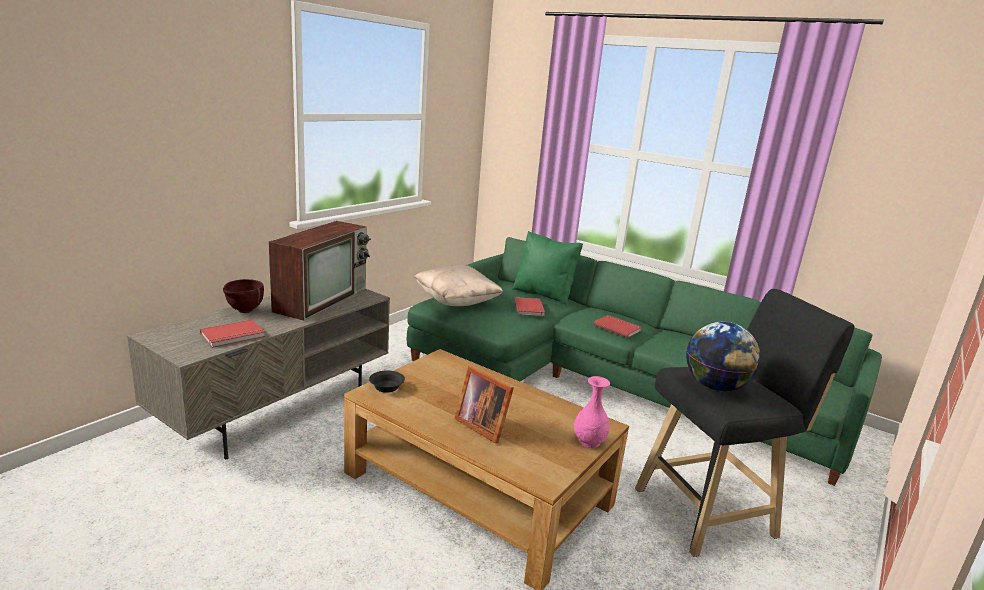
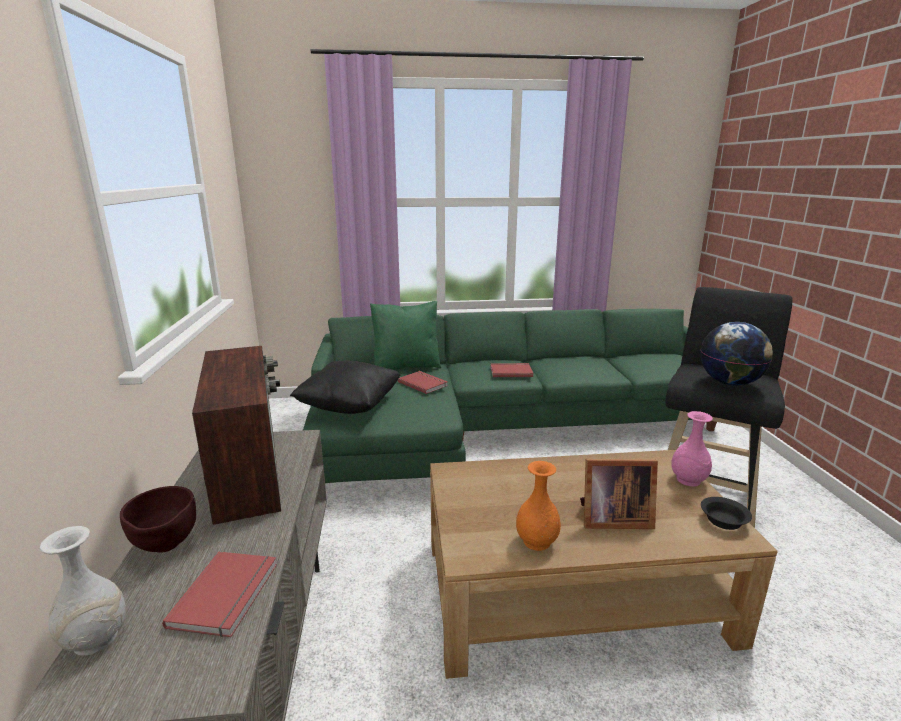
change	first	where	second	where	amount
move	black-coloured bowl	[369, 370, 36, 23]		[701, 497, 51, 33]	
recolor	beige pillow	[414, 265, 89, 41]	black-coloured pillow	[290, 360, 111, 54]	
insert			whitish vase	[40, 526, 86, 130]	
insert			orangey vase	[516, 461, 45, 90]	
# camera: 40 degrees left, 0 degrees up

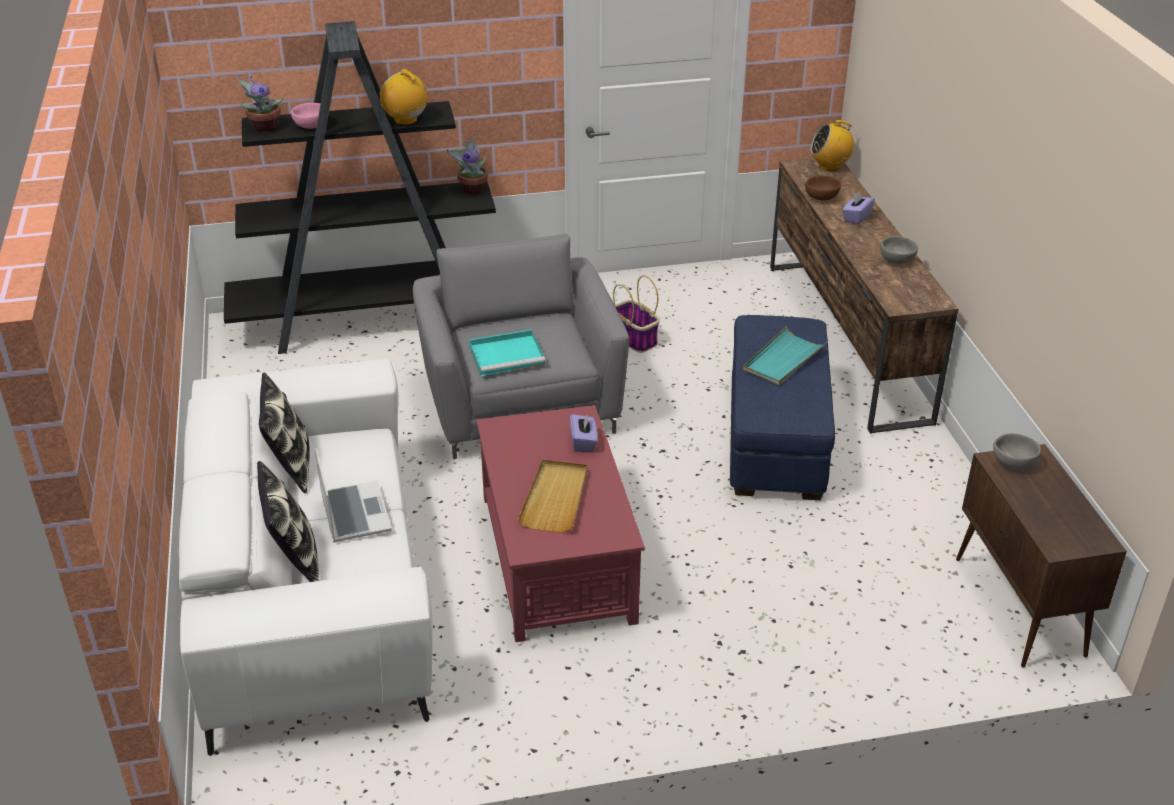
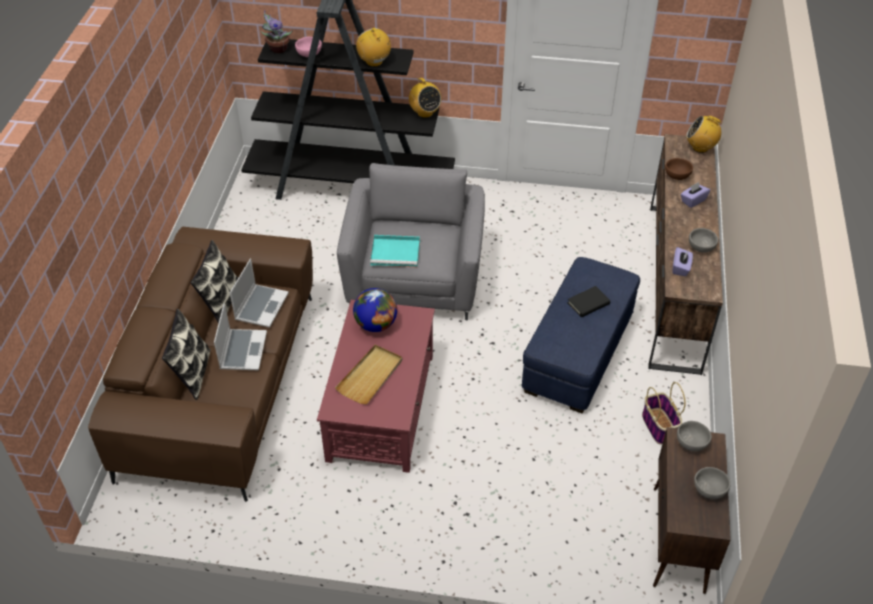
change	first	where	second	where	amount
recolor	whitish couch	[179, 359, 254, 397]	brown couch	[88, 227, 225, 275]	
replace	plant in a pot	[447, 137, 41, 57]	radio set	[409, 78, 32, 40]	
move	purple-coloured box of tissues	[570, 413, 28, 39]		[673, 247, 20, 29]	
move	household basket	[613, 275, 47, 78]		[642, 382, 44, 63]	
replace	turquoise serving tray	[743, 326, 84, 59]	black-coloured book	[567, 286, 43, 31]	
insert			portable computer	[230, 258, 59, 70]	
insert			desk globe	[353, 288, 44, 44]	
insert			gray bowl	[694, 467, 37, 32]	
# camera: 20 degrees right, 10 degrees up

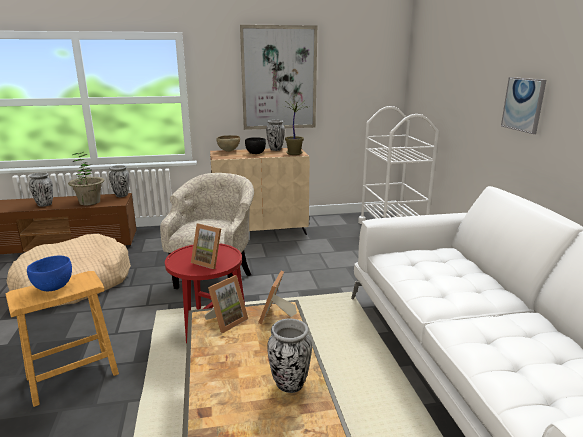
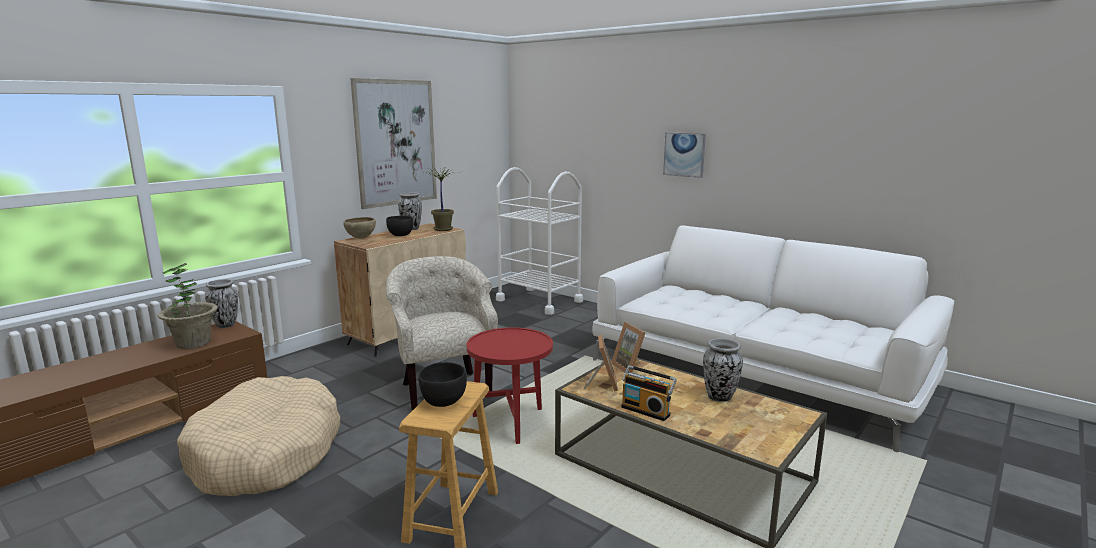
change	first	where	second	where	amount
recolor	blue bowl	[27, 255, 45, 36]	black-coloured bowl	[419, 362, 48, 45]	
delete	vase	[29, 172, 24, 35]			
delete	photo frame	[191, 224, 30, 45]			
insert			radio set	[621, 365, 56, 56]	
# camera: 40 degrees left, 5 degrees down

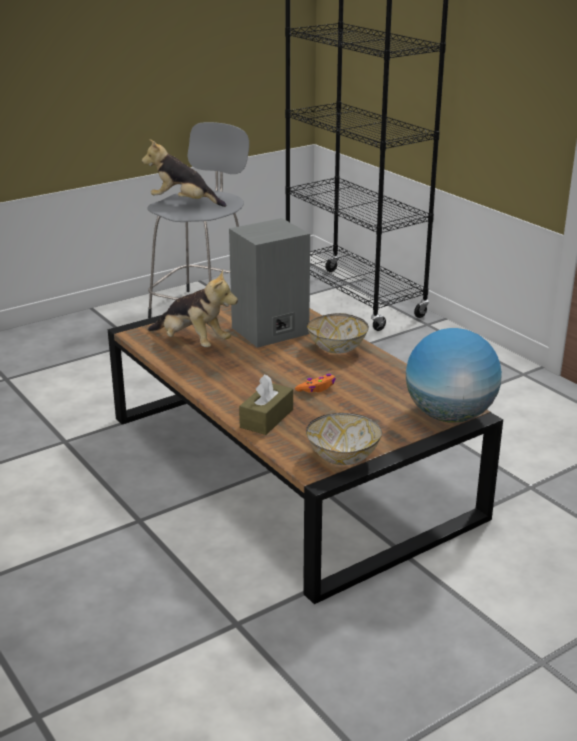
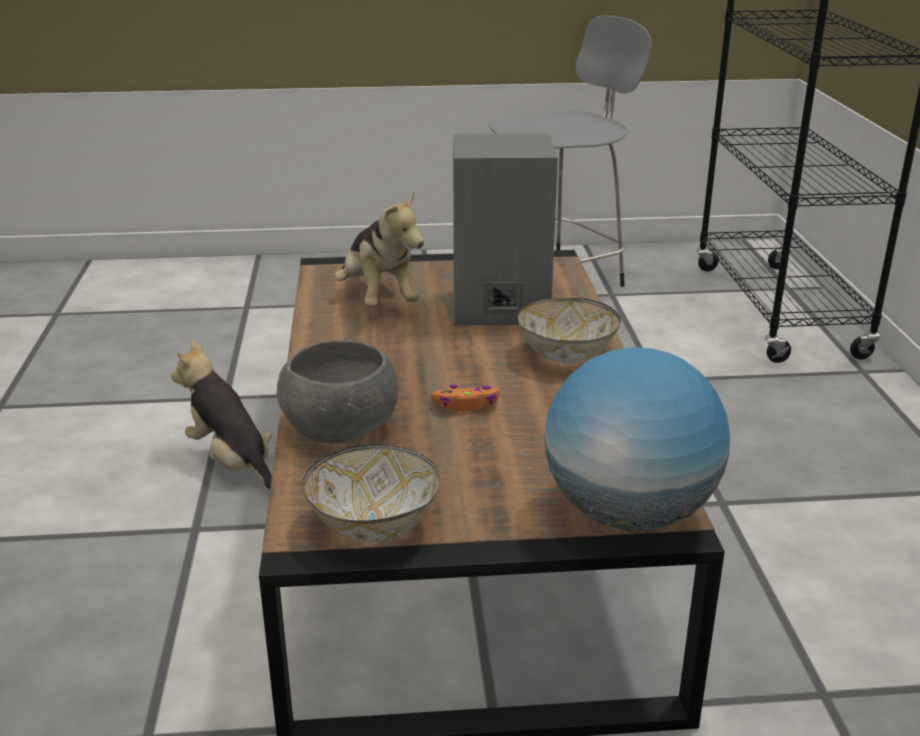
change	first	where	second	where	amount
move	cuddly toy	[142, 139, 84, 68]		[171, 340, 101, 149]	
replace	brown box of tissues	[239, 375, 54, 60]	gray bowl	[277, 340, 121, 104]	
# camera: 30 degrees right, 0 degrees up

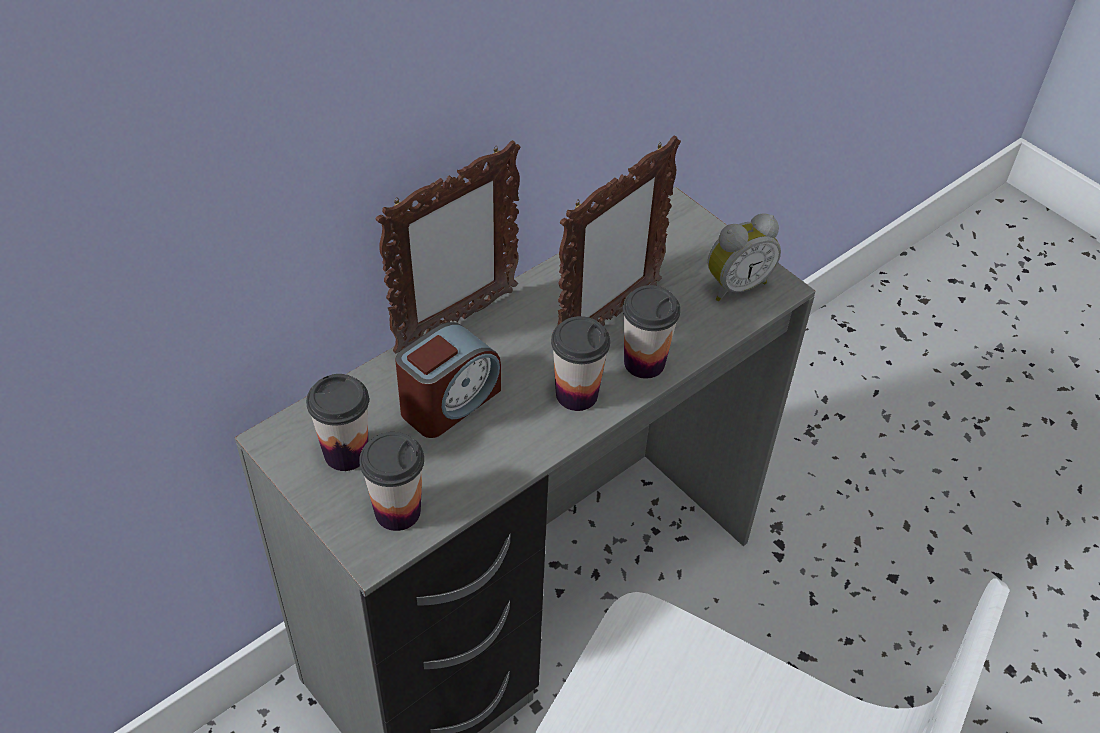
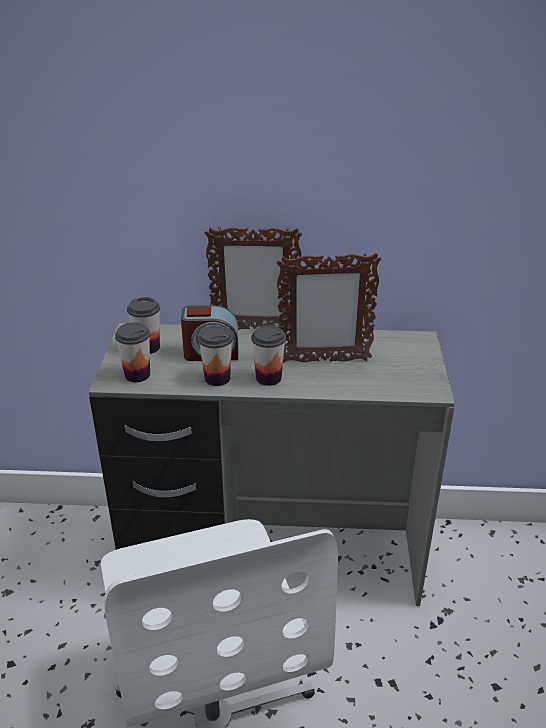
change	first	where	second	where	amount
move	small cup	[623, 285, 57, 94]		[198, 326, 35, 60]	
delete	table clock	[708, 213, 73, 88]			
# camera: 45 degrees right, 15 degrees down

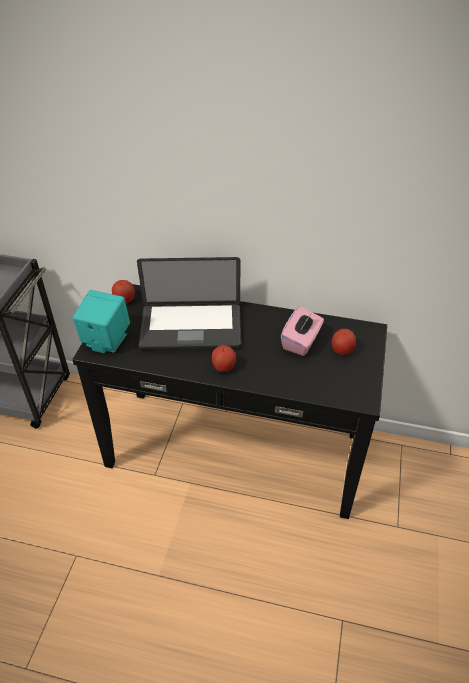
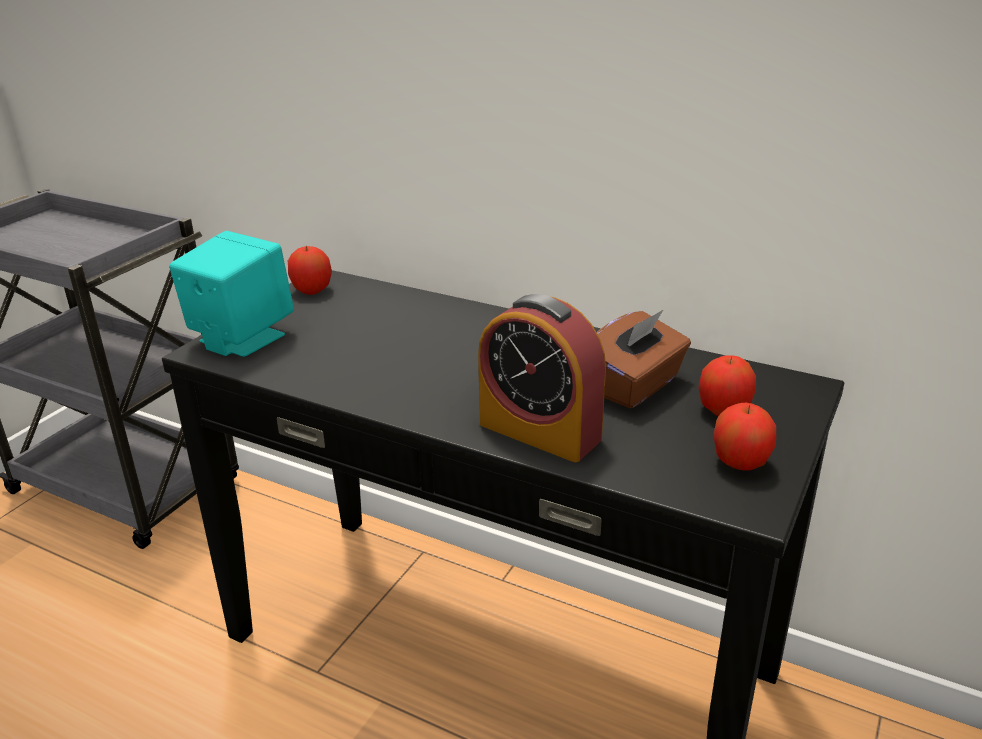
change	first	where	second	where	amount
delete	portable computer	[137, 257, 105, 93]			
move	apple	[212, 345, 24, 27]		[714, 403, 62, 68]	
recolor	pinkish box of tissues	[281, 306, 43, 50]	brown box of tissues	[597, 309, 94, 99]	
insert			table clock	[478, 294, 128, 168]	
# camera: 15 degrees right, 15 degrees down

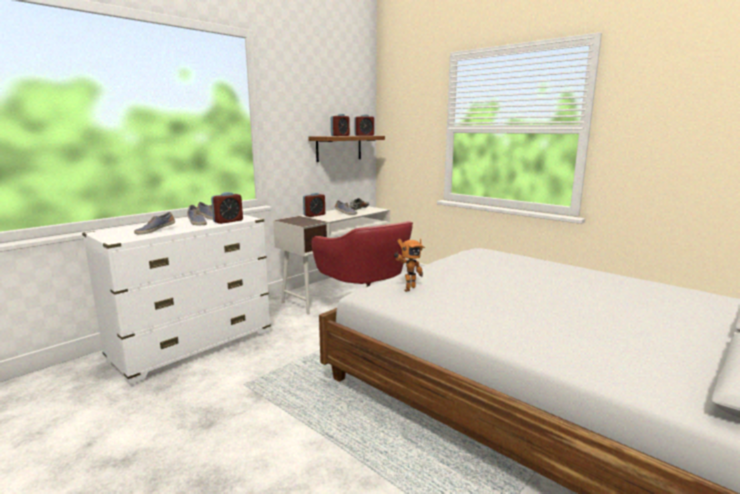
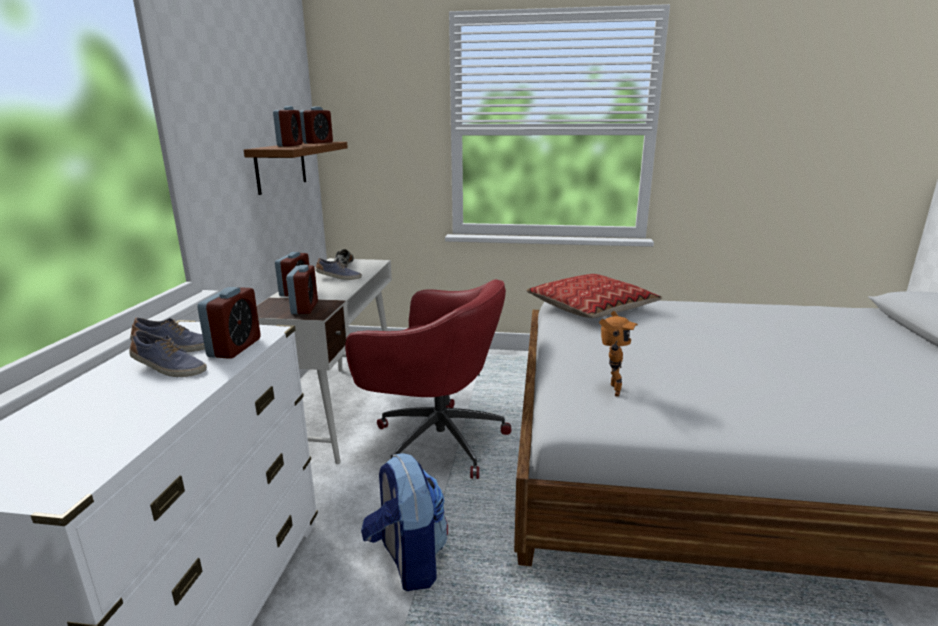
change	first	where	second	where	amount
delete	low shoe	[134, 212, 41, 23]			
insert			table clock	[286, 265, 32, 49]	
insert			rucksack	[361, 453, 87, 138]	
insert			pillow	[526, 274, 136, 44]	
# camera: 35 degrees left, 5 degrees up

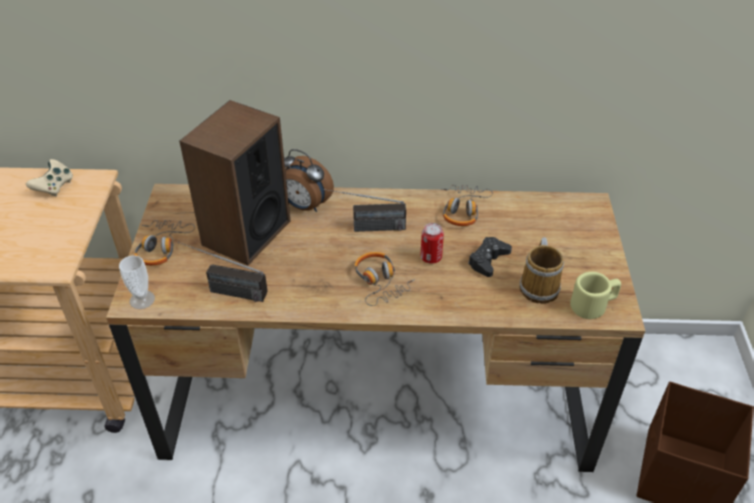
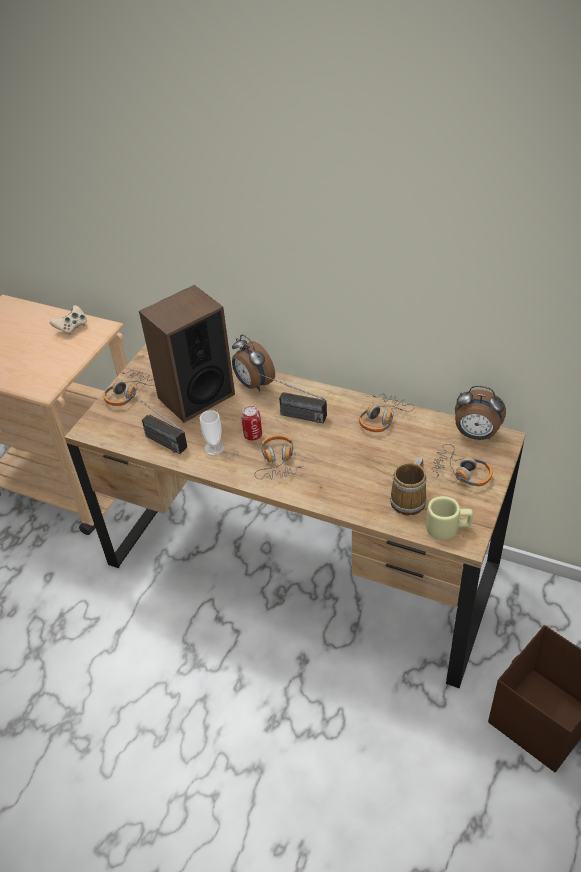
change	first	where	second	where	amount
move	small cup	[119, 255, 36, 54]		[200, 410, 25, 45]	
move	metal can	[420, 223, 24, 41]		[241, 406, 21, 35]	
delete	black-coloured game controller	[468, 237, 44, 40]			
insert			headset	[431, 444, 61, 43]	
insert			table clock	[455, 386, 51, 54]	
# camera: 25 degrees right, 0 degrees up

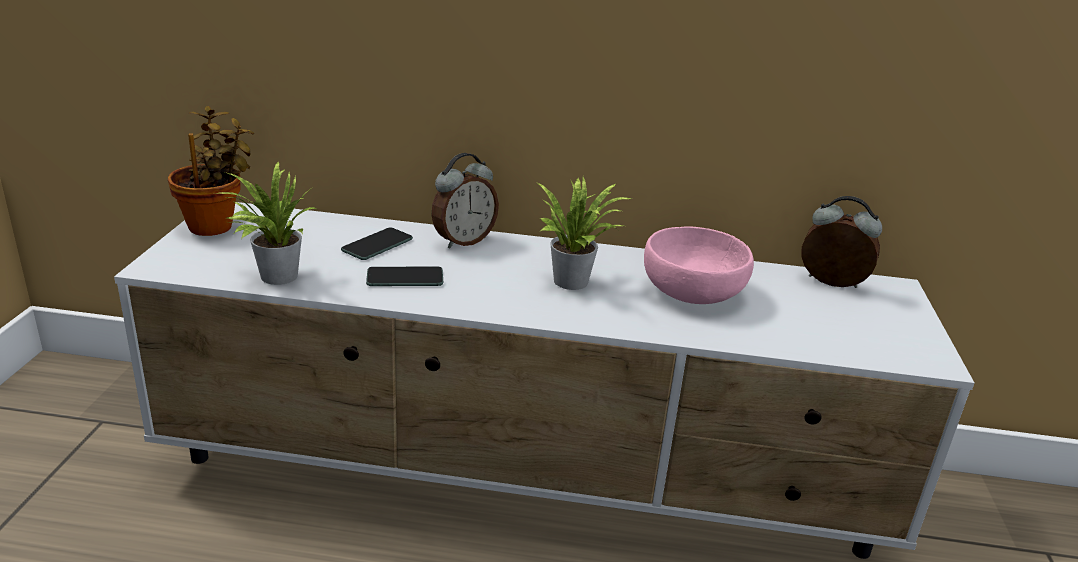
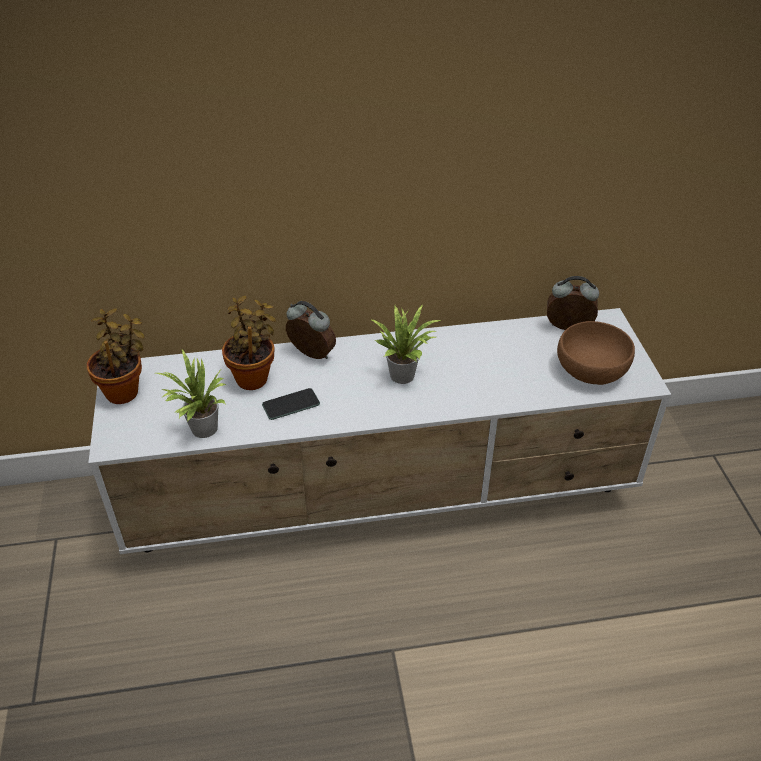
change	first	where	second	where	amount
replace	telephone	[341, 228, 72, 32]	plant in a pot	[222, 296, 54, 94]	
rotate	table clock	[432, 153, 67, 96]		[286, 301, 50, 58]	90 degrees counterclockwise
delete	pinkish bowl	[644, 226, 110, 78]			
insert			brown bowl	[557, 321, 78, 64]	
# camera: 15 degrees left, 15 degrees up

